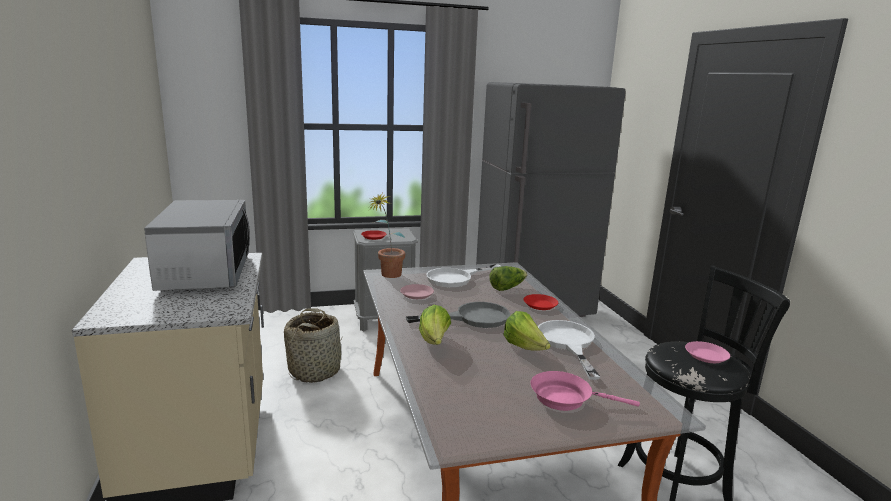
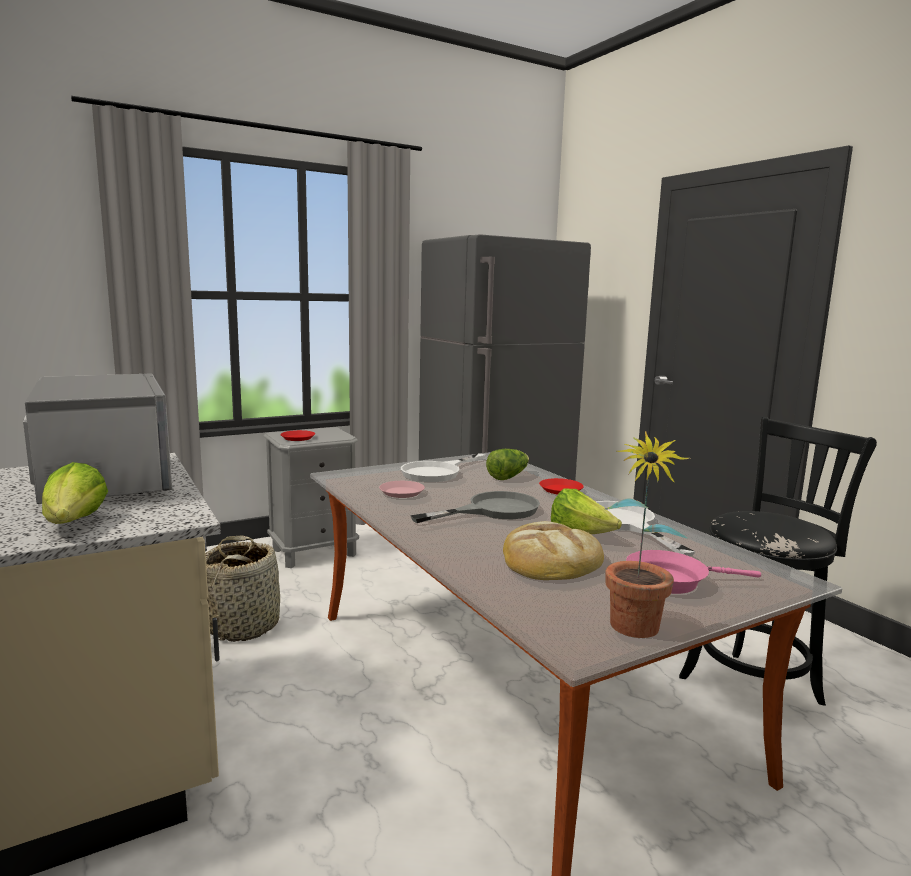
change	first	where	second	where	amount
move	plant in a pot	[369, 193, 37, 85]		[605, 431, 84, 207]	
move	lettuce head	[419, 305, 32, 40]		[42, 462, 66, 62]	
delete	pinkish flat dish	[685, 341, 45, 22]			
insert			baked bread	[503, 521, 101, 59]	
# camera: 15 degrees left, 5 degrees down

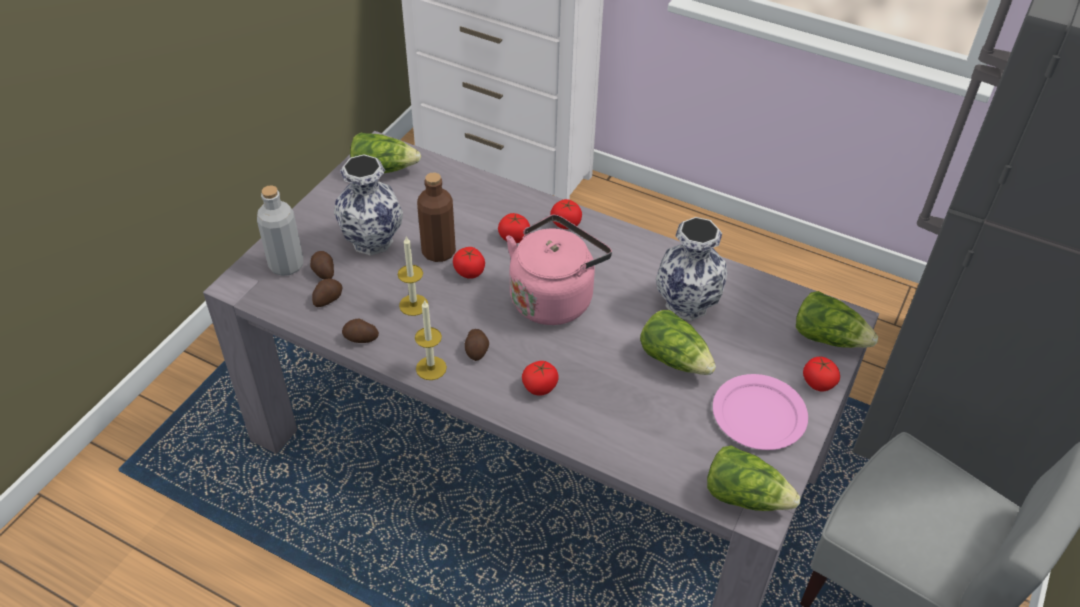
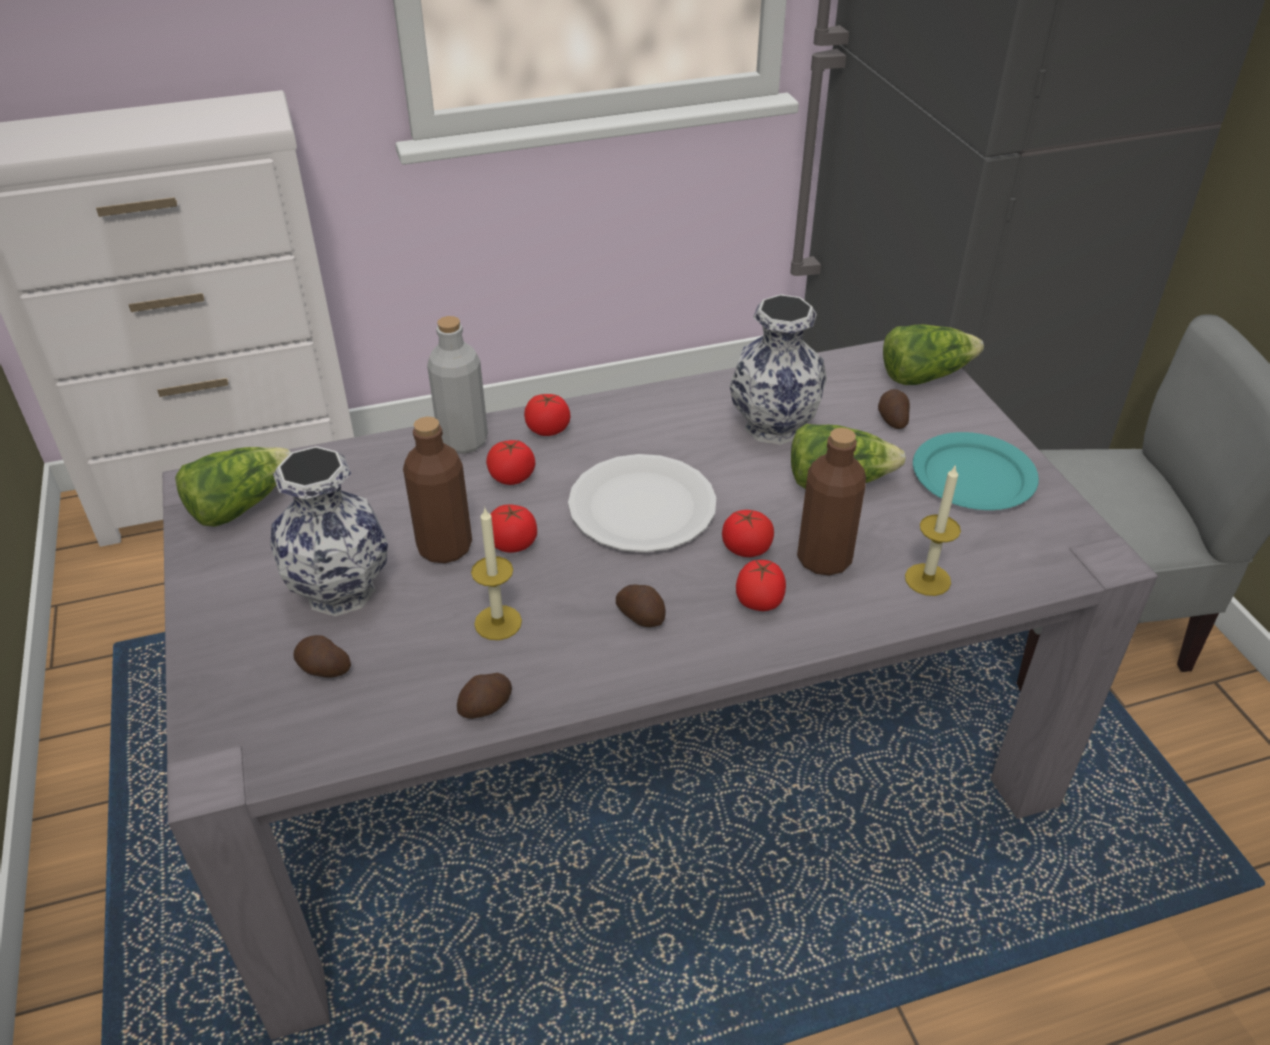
change	first	where	second	where	amount
move	gray beverage bottle	[257, 185, 46, 91]		[427, 316, 61, 138]	
move	whole potato	[312, 278, 30, 29]		[878, 389, 32, 40]	
move	wax candle	[415, 299, 32, 81]		[905, 464, 56, 132]	
replace	pinkish tea kettle	[506, 215, 106, 110]	whitish flat dish	[568, 454, 148, 98]	
delete	lettuce head	[707, 445, 93, 66]			
recolor	pinkish flat dish	[713, 374, 95, 76]	turquoise flat dish	[913, 432, 126, 78]	
move	tomato	[803, 357, 37, 35]		[722, 510, 52, 47]	
insert			brown beverage bottle	[797, 428, 69, 148]	
# camera: 45 degrees left, 5 degrees down

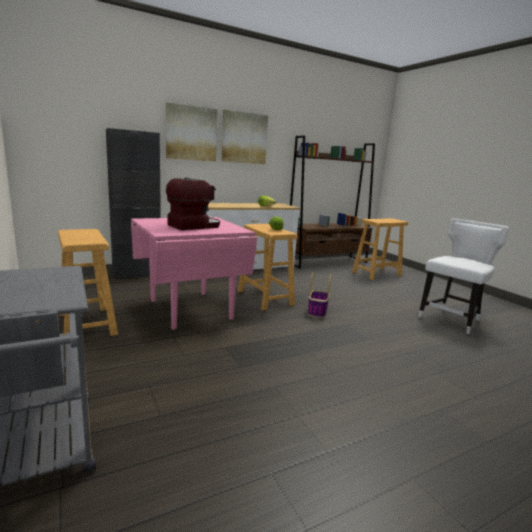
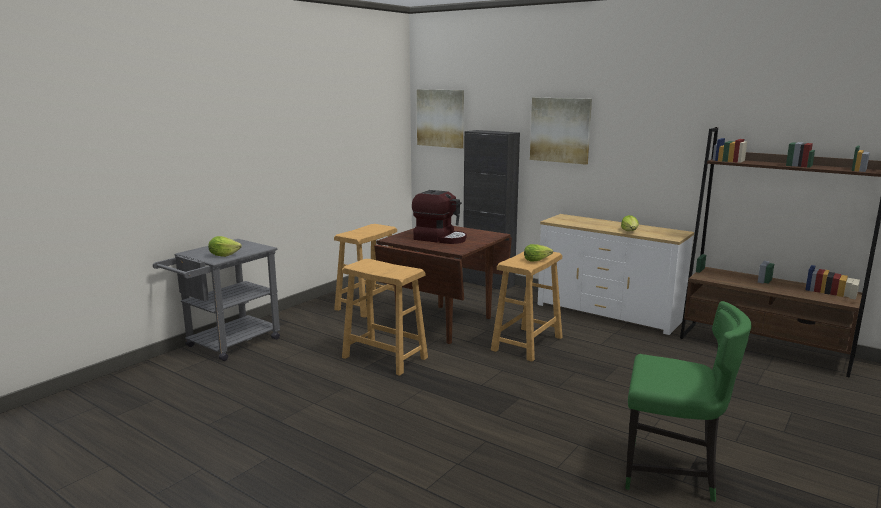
change	first	where	second	where	amount
recolor	pinkish dining table	[131, 217, 126, 113]	brown dining table	[374, 226, 138, 118]	
move	picture	[221, 110, 47, 54]		[417, 89, 47, 59]	
delete	household basket	[308, 272, 24, 46]			
move	beige sitting stool	[352, 218, 56, 62]		[342, 259, 86, 117]	
recolor	whitish upright chair	[418, 218, 91, 116]	green upright chair	[625, 301, 127, 201]	
insert			lettuce head	[208, 236, 34, 21]	
# camera: 65 degrees right, 0 degrees up

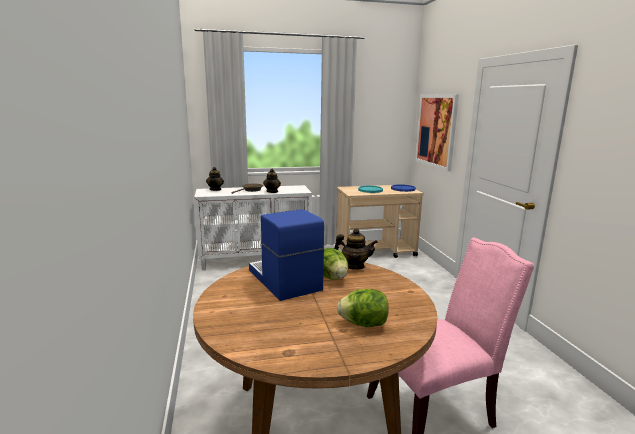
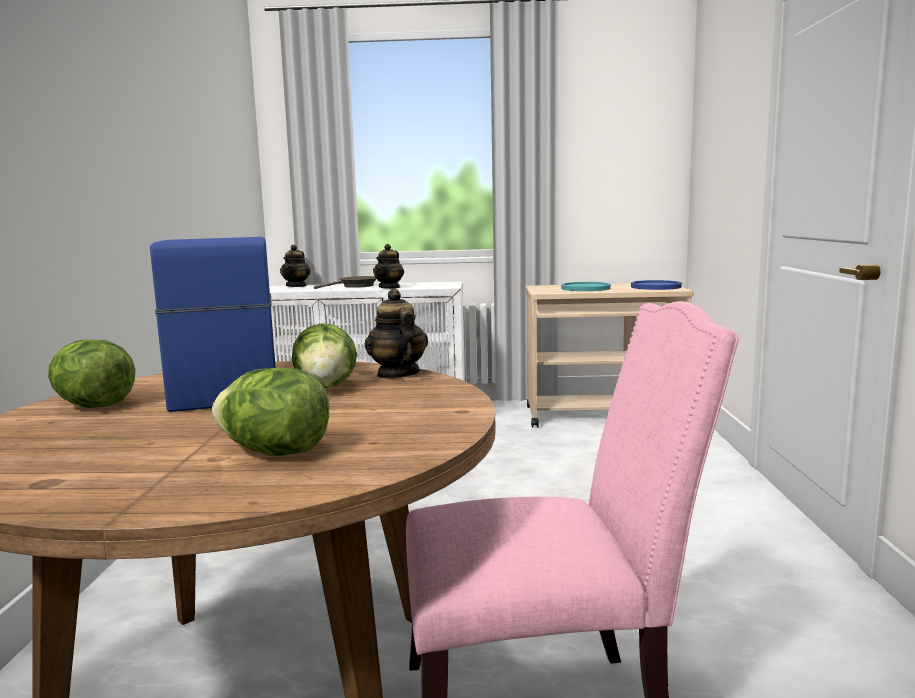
change	first	where	second	where	amount
rotate	pot for tea	[334, 228, 44, 42]		[365, 288, 63, 91]	135 degrees counterclockwise
delete	picture	[415, 94, 44, 77]			
insert			lettuce head	[48, 339, 87, 69]	
# camera: 15 degrees right, 5 degrees down

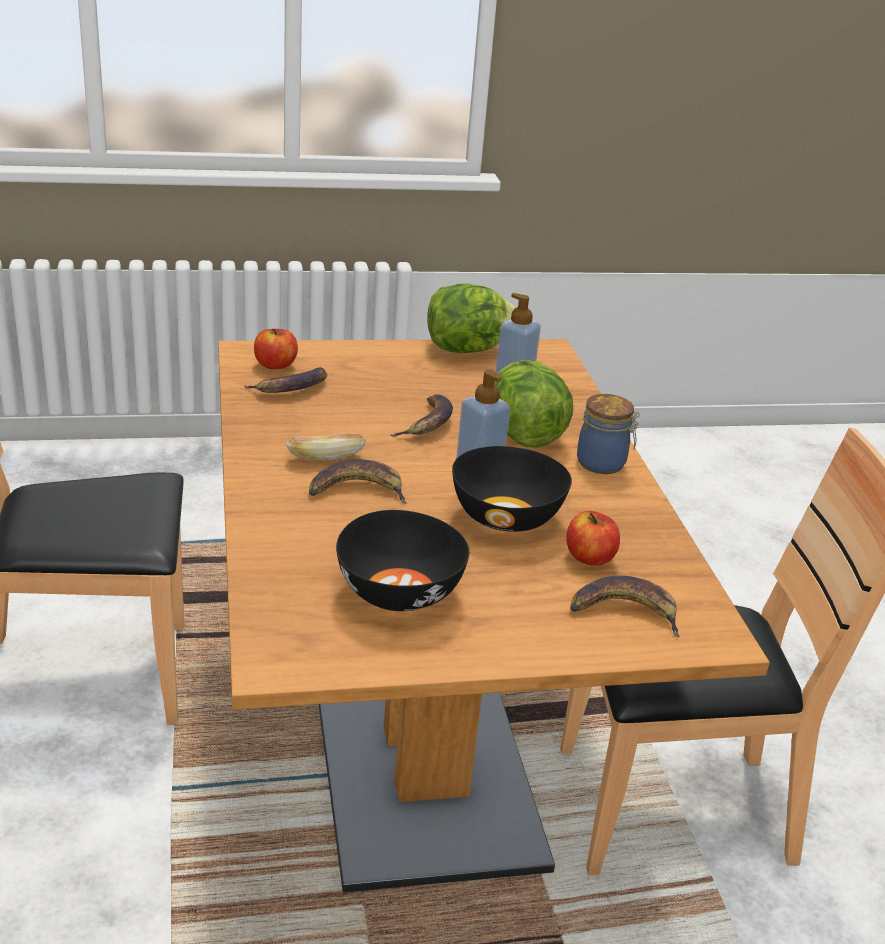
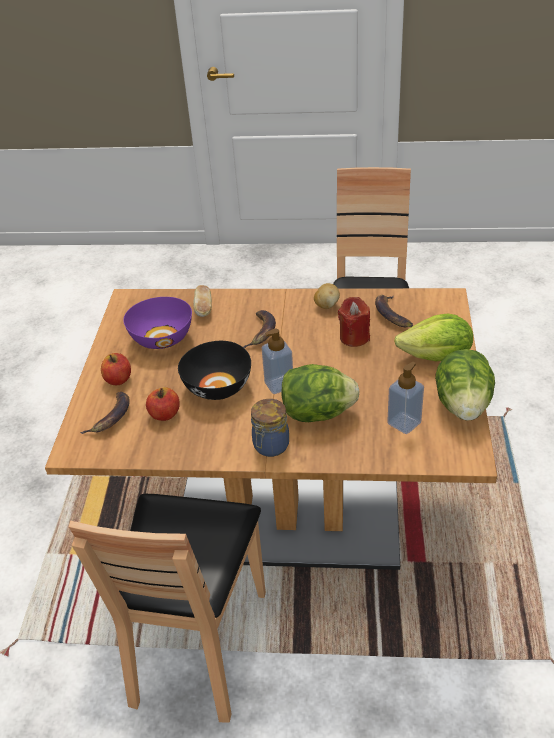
change	first	where	second	where	amount
move	apple	[254, 329, 44, 40]		[101, 353, 30, 32]	
move	baked bread	[286, 433, 79, 27]		[193, 285, 19, 32]	
recolor	black-coloured bowl	[336, 510, 133, 101]	purple-coloured bowl	[123, 297, 69, 52]	
delete	banana fruit	[391, 394, 62, 43]			
insert			whole potato	[314, 283, 26, 26]	
insert			red wax candle	[338, 297, 32, 50]	
insert			lettuce head	[394, 313, 79, 48]	
# camera: 110 degrees right, 10 degrees up

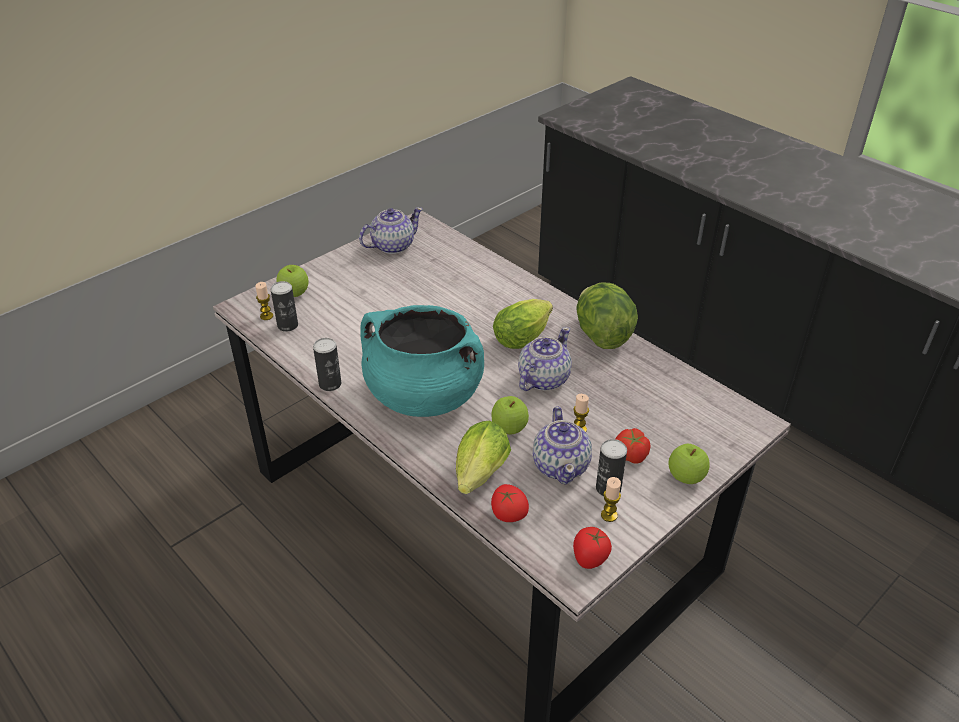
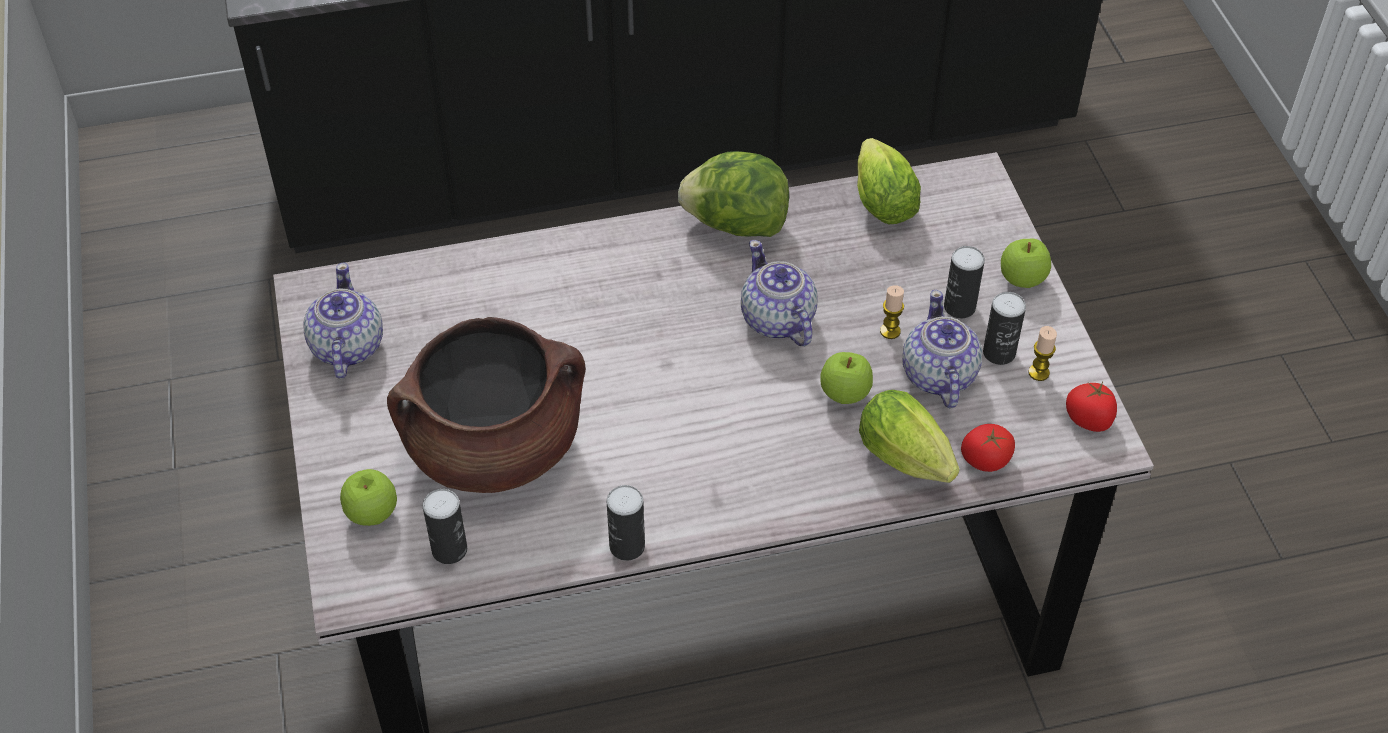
change	first	where	second	where	amount
delete	wax candle	[255, 282, 18, 38]			
delete	turquoise saucepot	[360, 305, 124, 112]			
move	lettuce head	[493, 299, 60, 50]		[857, 138, 64, 86]	
rotate	pot for tea	[532, 407, 60, 78]		[903, 290, 79, 119]	120 degrees counterclockwise
replace	tomato	[616, 428, 34, 36]	metal can	[944, 246, 41, 73]	
insert			brown saucepot	[387, 317, 199, 176]	
# camera: 60 degrees left, 10 degrees up

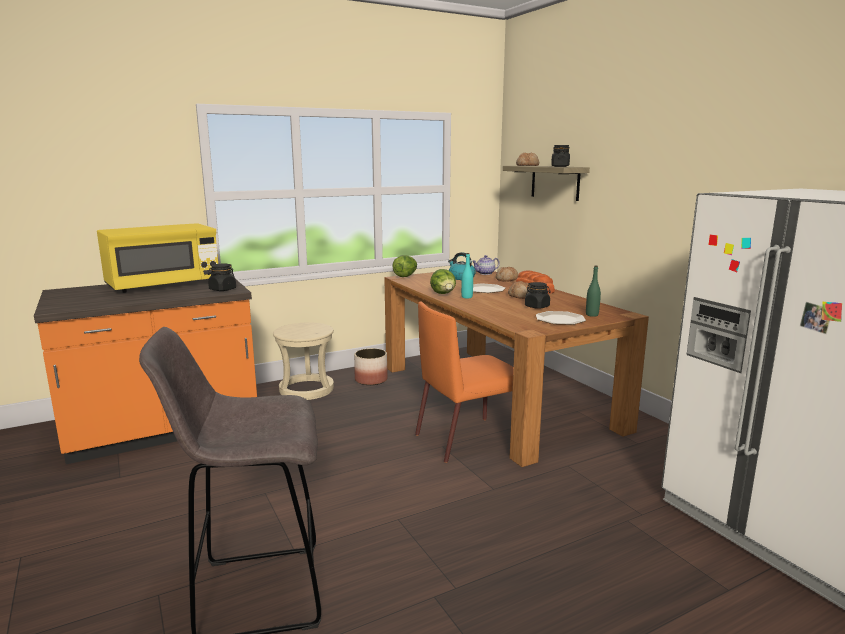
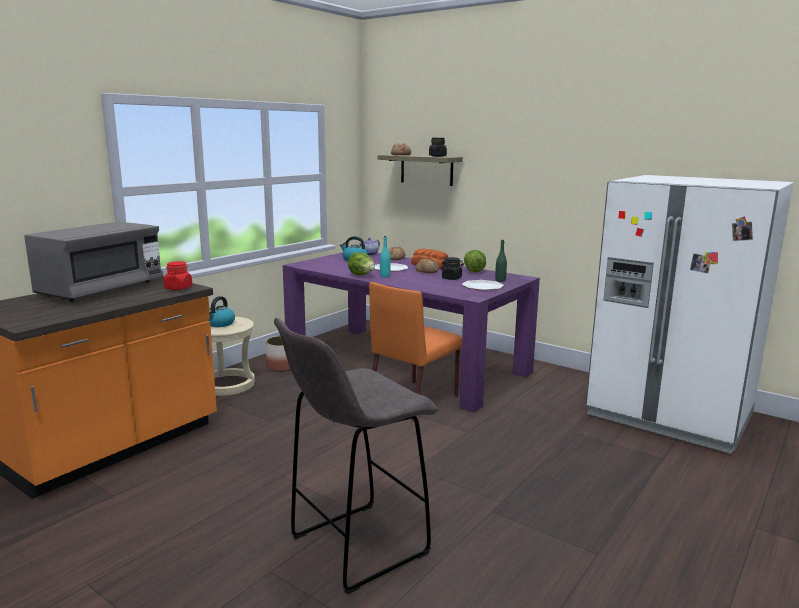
change	first	where	second	where	amount
recolor	yellow microwave oven	[97, 223, 121, 70]	gray microwave oven	[24, 222, 139, 79]	
recolor	black-coloured jar	[208, 264, 28, 27]	red jar	[164, 261, 28, 29]	
recolor	brown dining table	[384, 271, 265, 196]	purple-coloured dining table	[283, 252, 257, 160]	
move	lettuce head	[392, 255, 25, 22]		[464, 250, 22, 22]	
insert			tea kettle	[208, 296, 27, 31]	
# camera: 25 degrees left, 0 degrees up

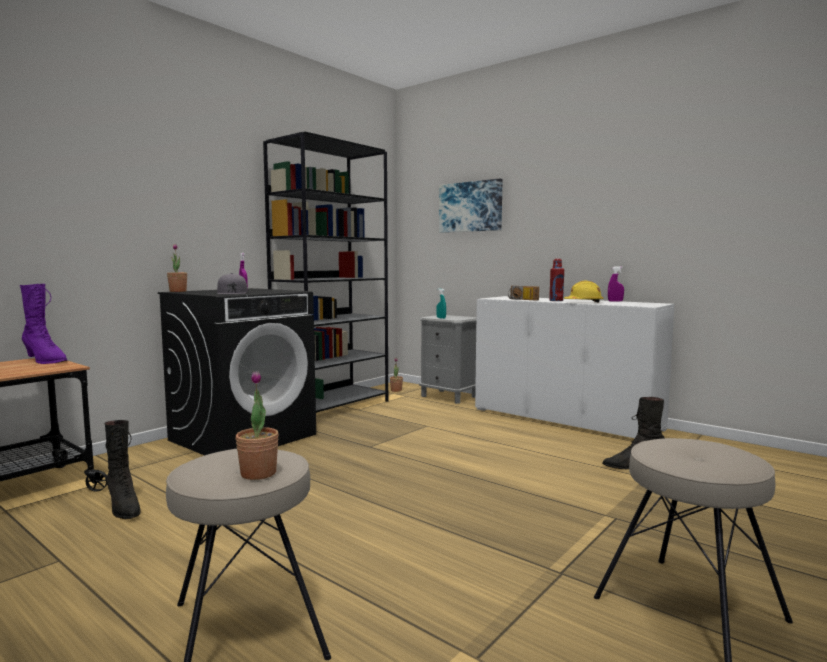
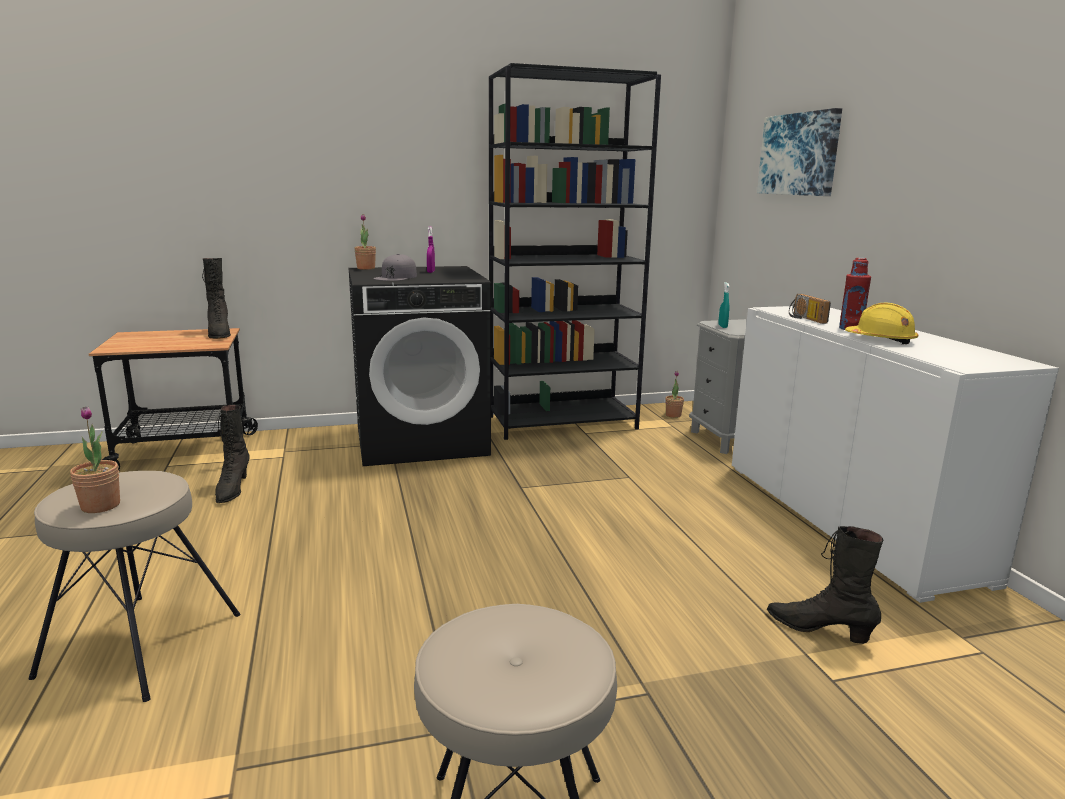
change	first	where	second	where	amount
recolor	purple-coloured high-top boot	[20, 284, 47, 80]	black-coloured high-top boot	[202, 258, 29, 81]	
delete	purple-coloured spray bottle	[608, 266, 16, 36]			
# camera: 35 degrees right, 10 degrees up

